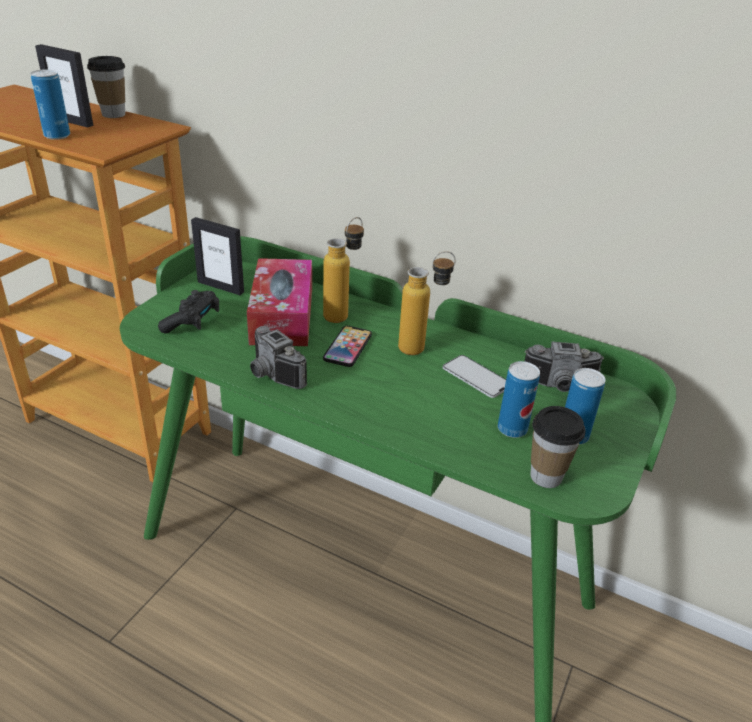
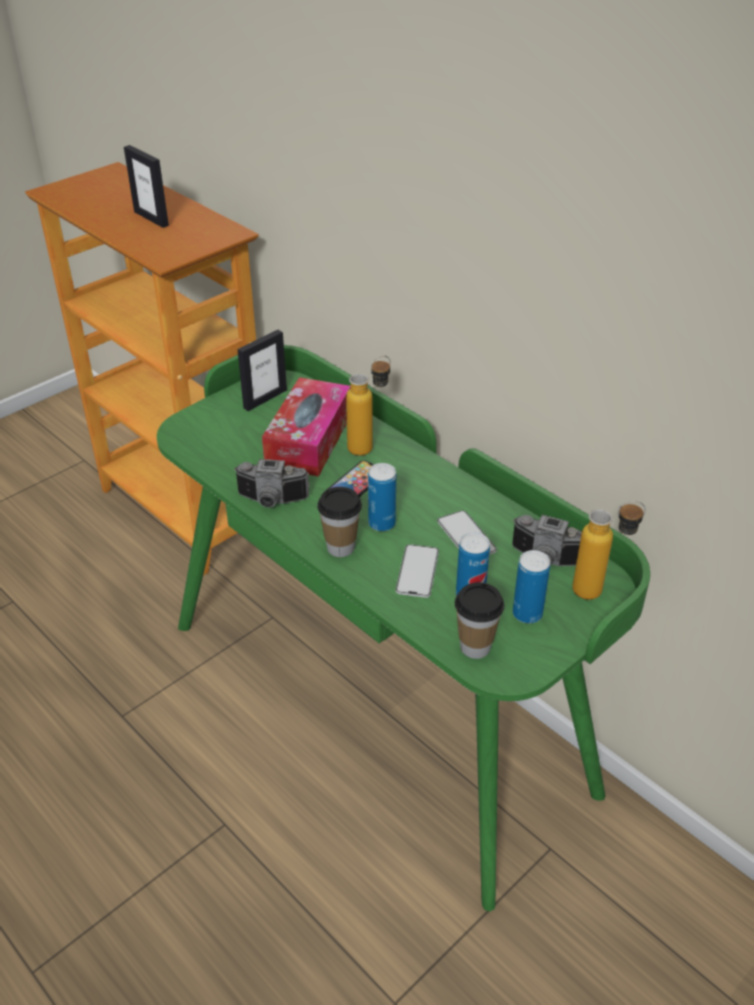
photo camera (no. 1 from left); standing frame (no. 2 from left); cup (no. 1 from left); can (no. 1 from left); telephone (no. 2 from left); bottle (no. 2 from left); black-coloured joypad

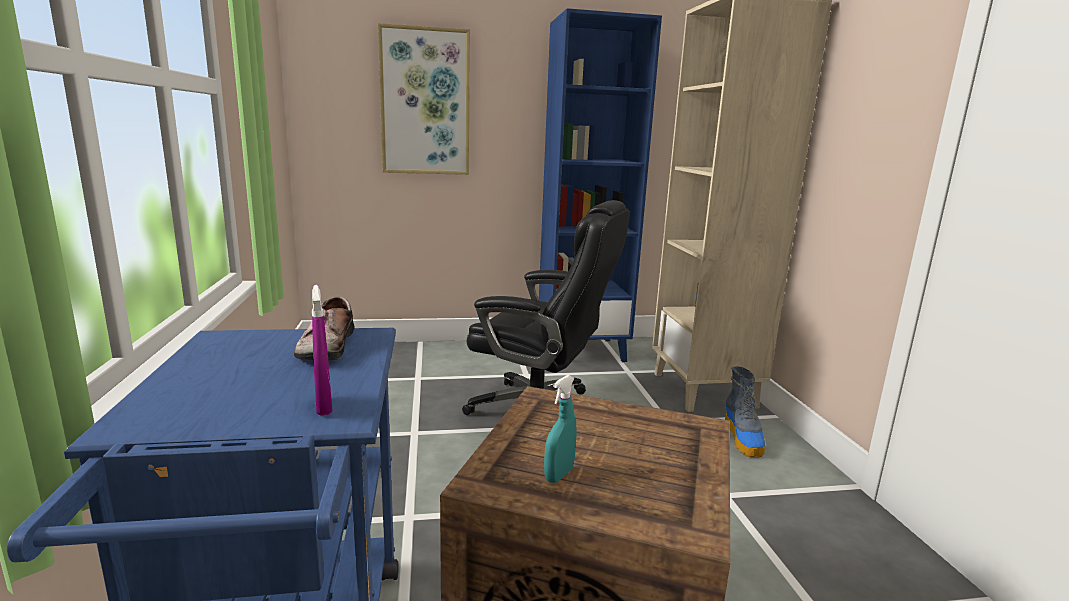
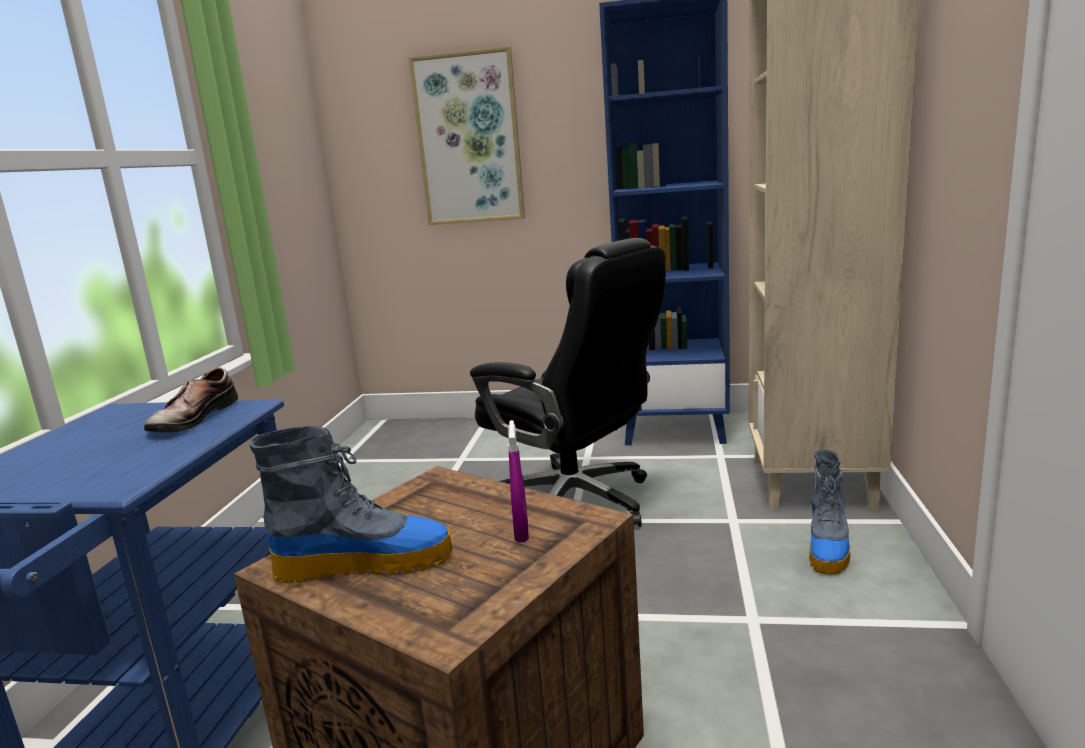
high-top boot (no. 1 from left); purple-coloured sprayer

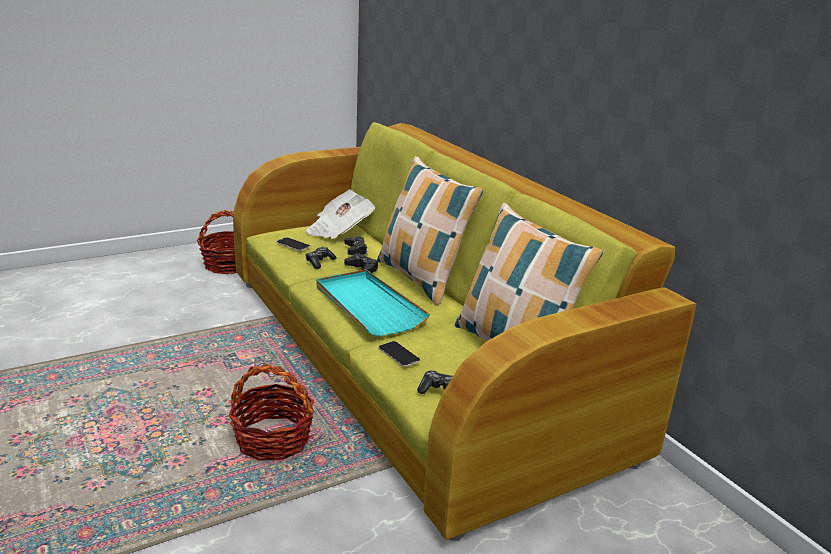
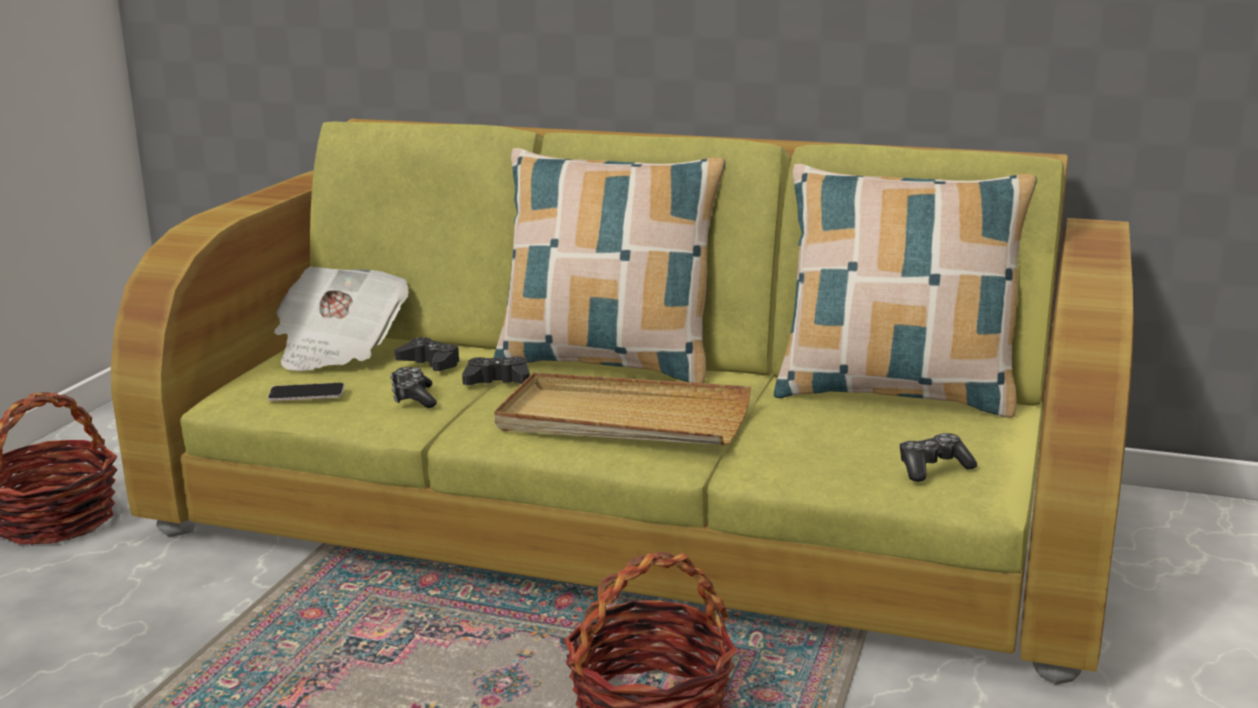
beige-coloured tray; telephone (no. 2 from left in the first image)

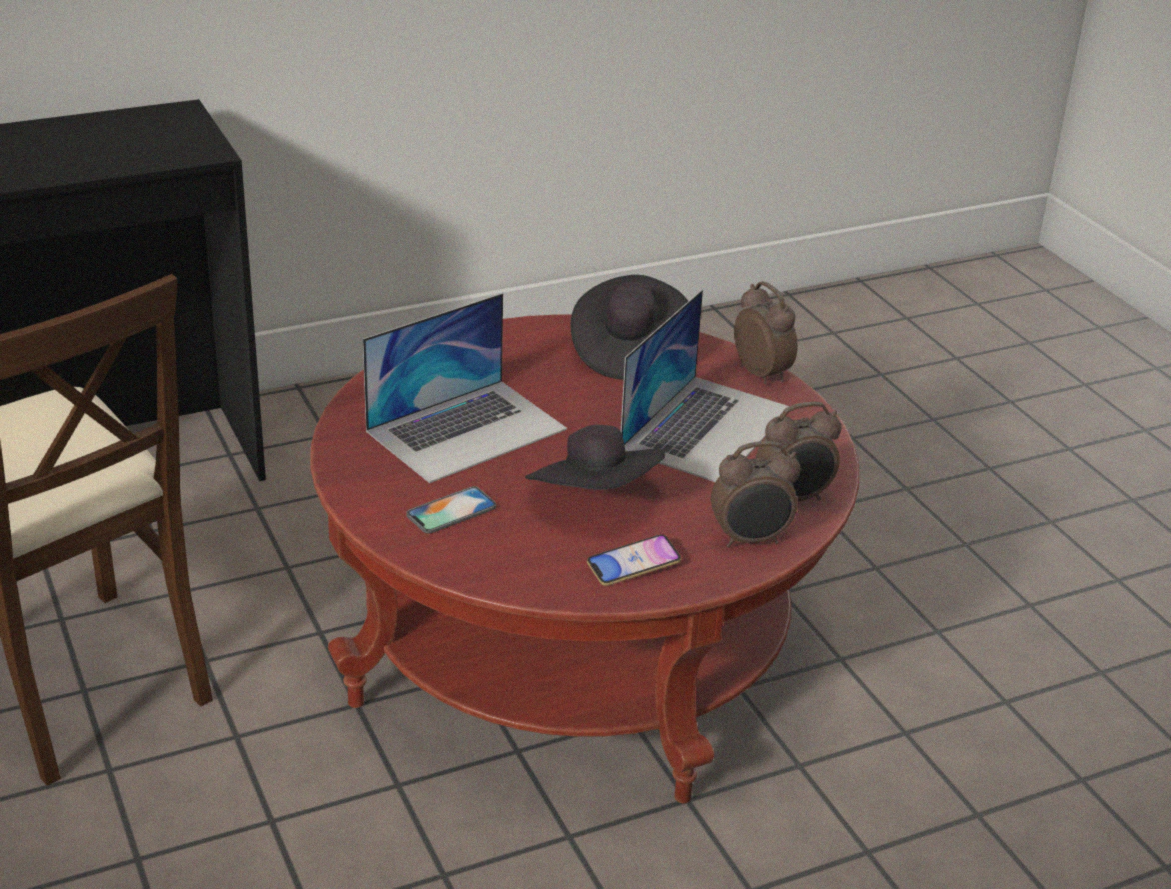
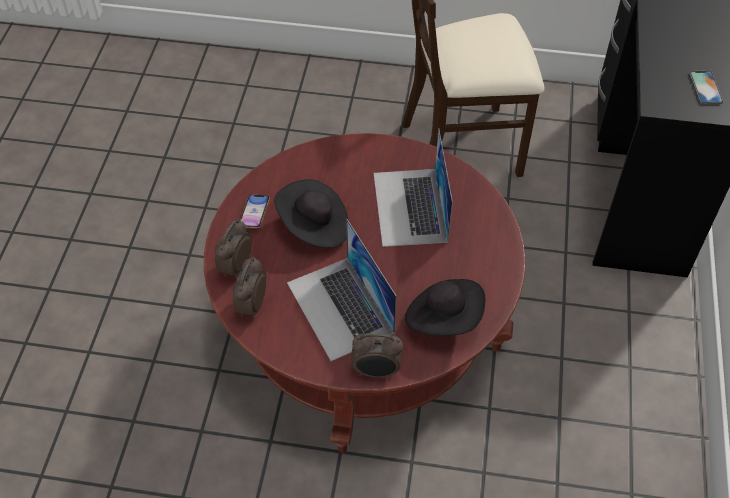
telephone (no. 2 from left)

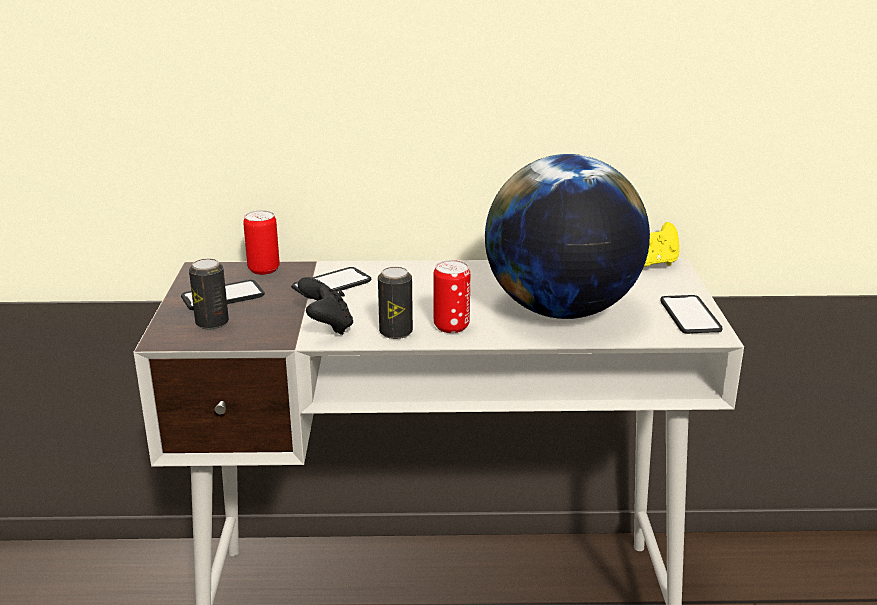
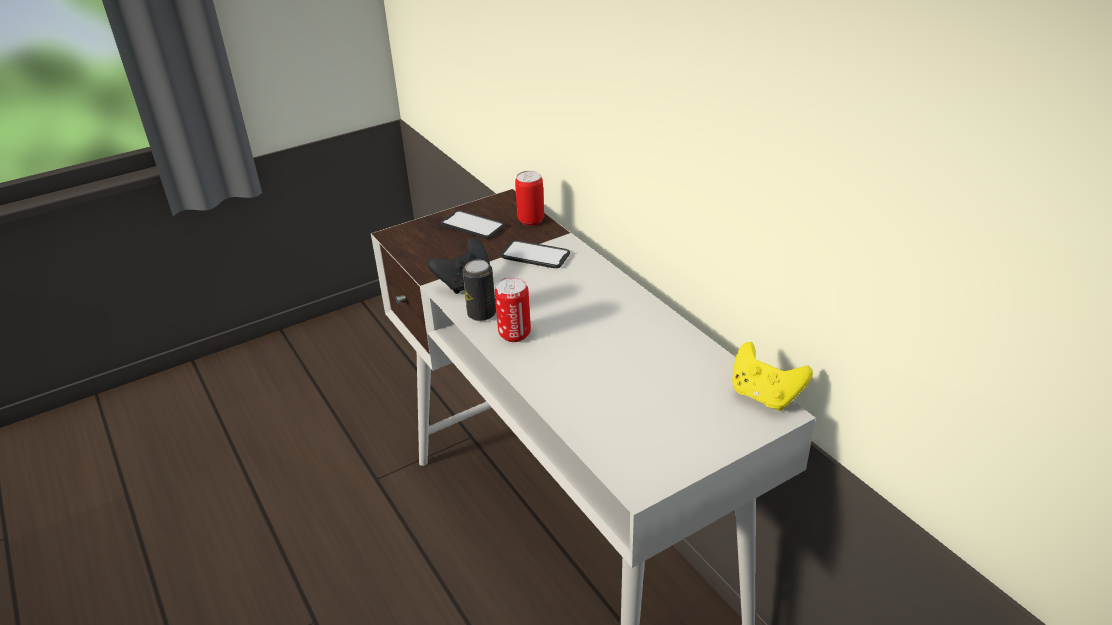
can (no. 1 from left in the first image); desk globe; telephone (no. 3 from left in the first image)

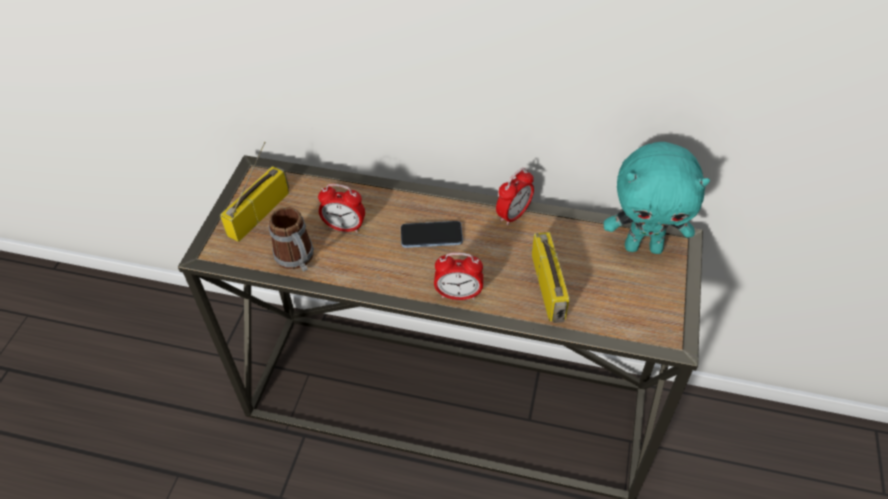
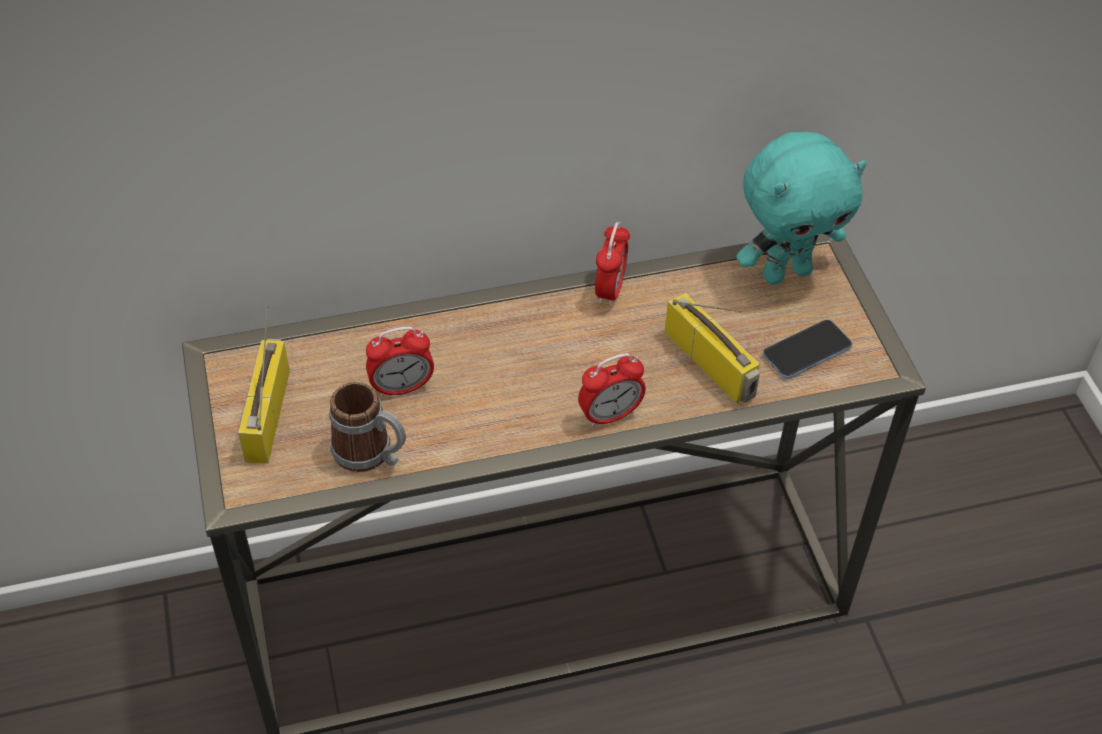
telephone

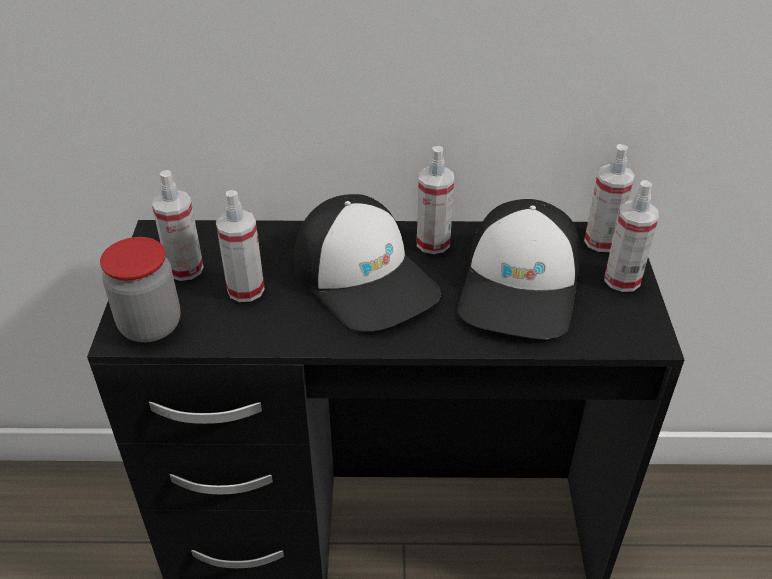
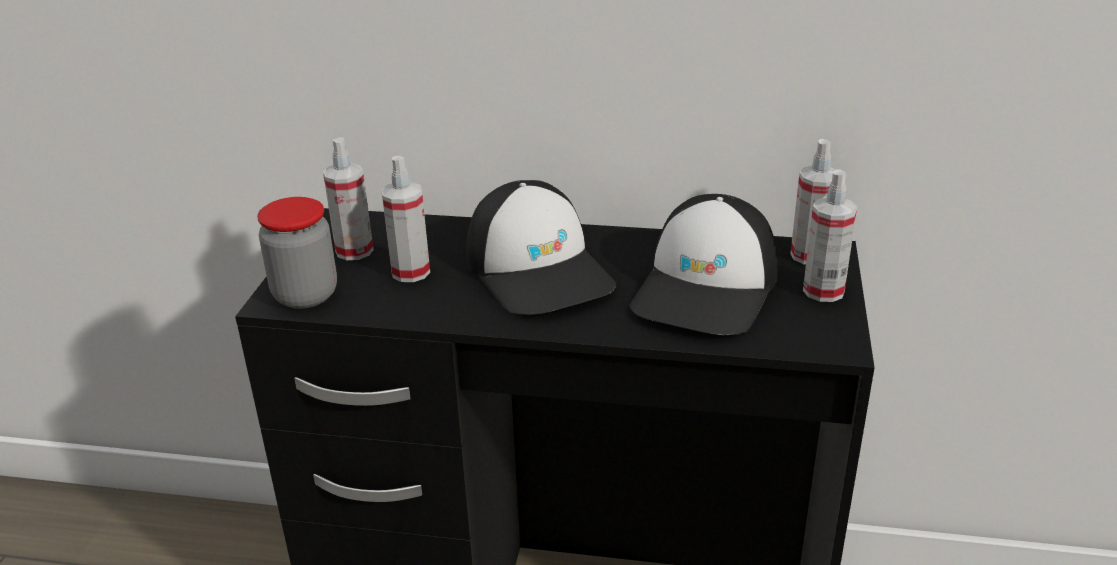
sprayer (no. 3 from left in the first image)

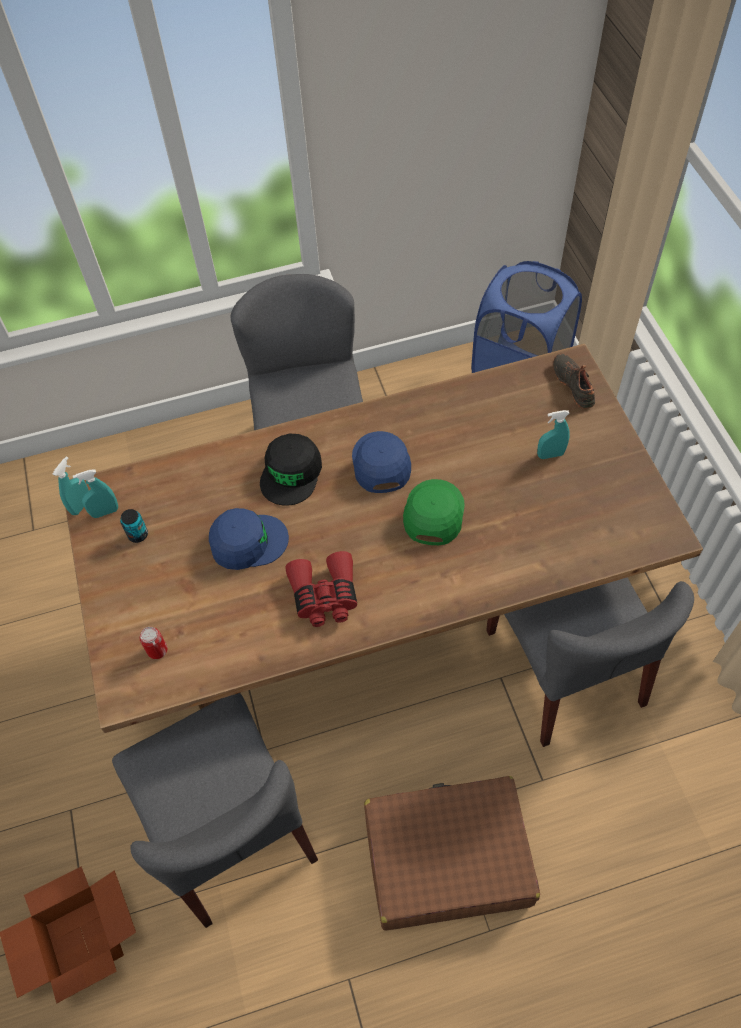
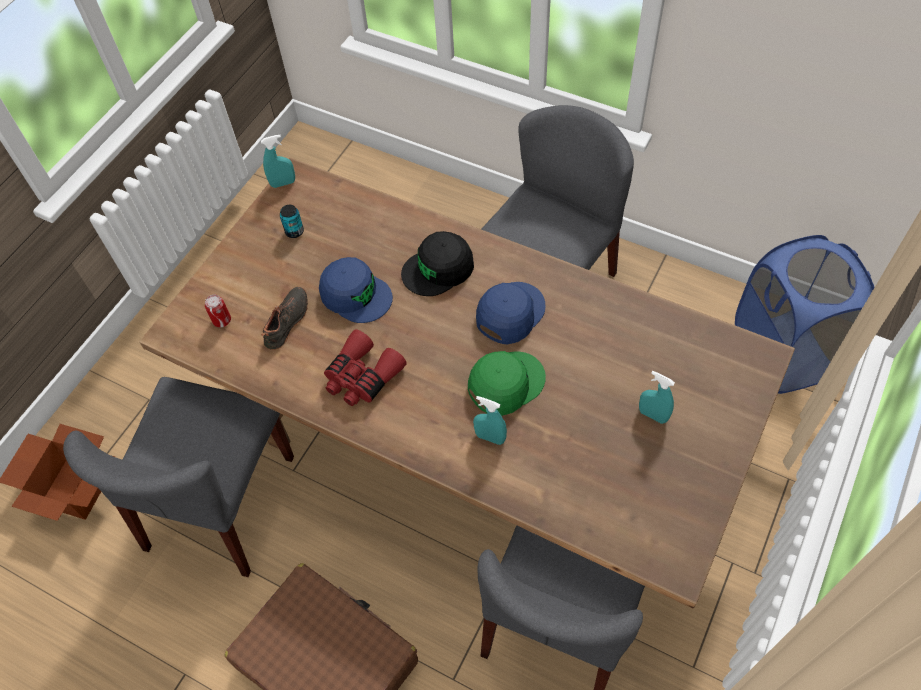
black-coloured shoe; turquoise-coloured sprayer (no. 2 from left)

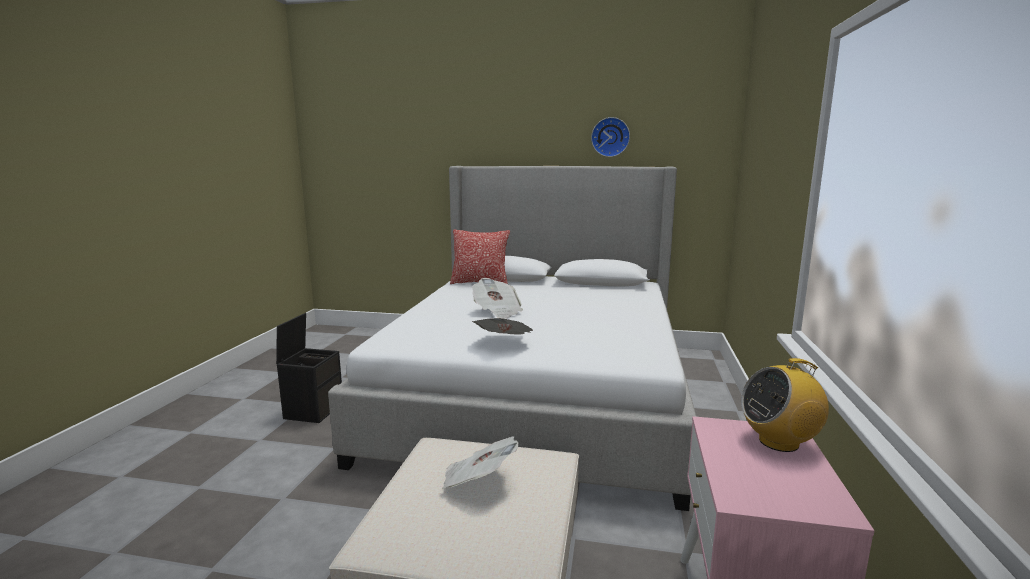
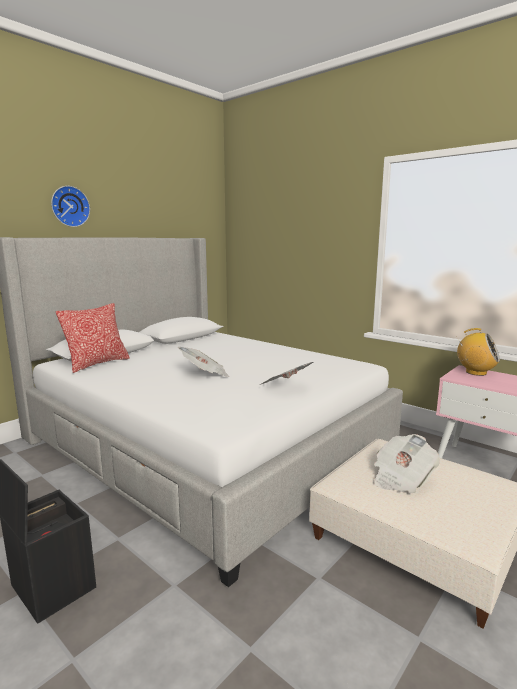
clock on the wall; radio receiver

